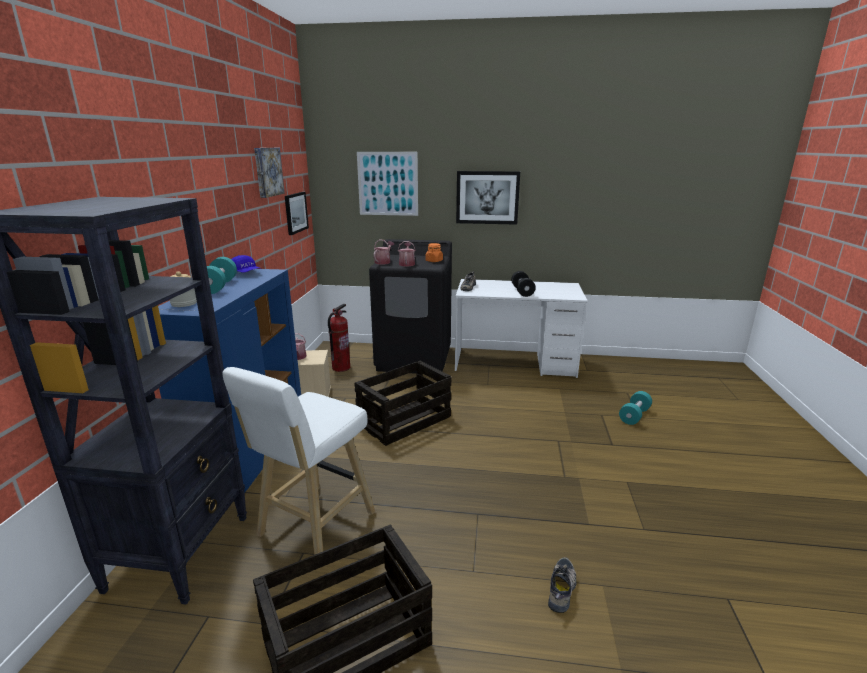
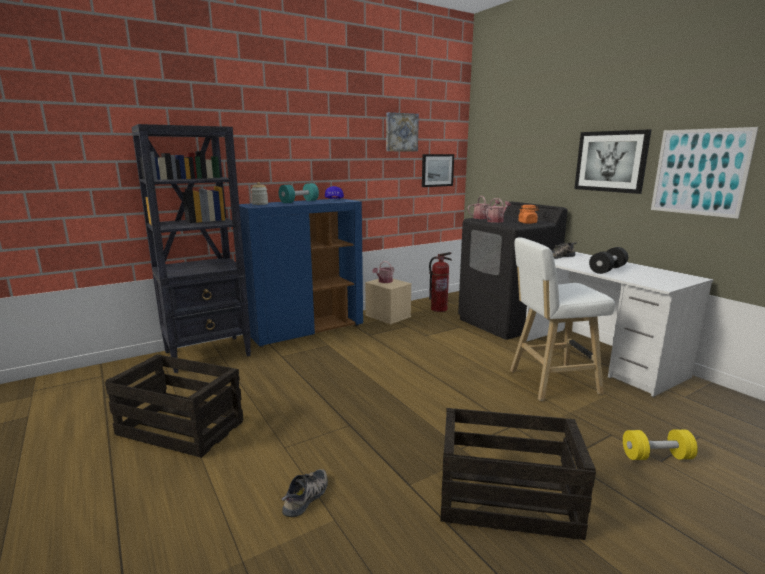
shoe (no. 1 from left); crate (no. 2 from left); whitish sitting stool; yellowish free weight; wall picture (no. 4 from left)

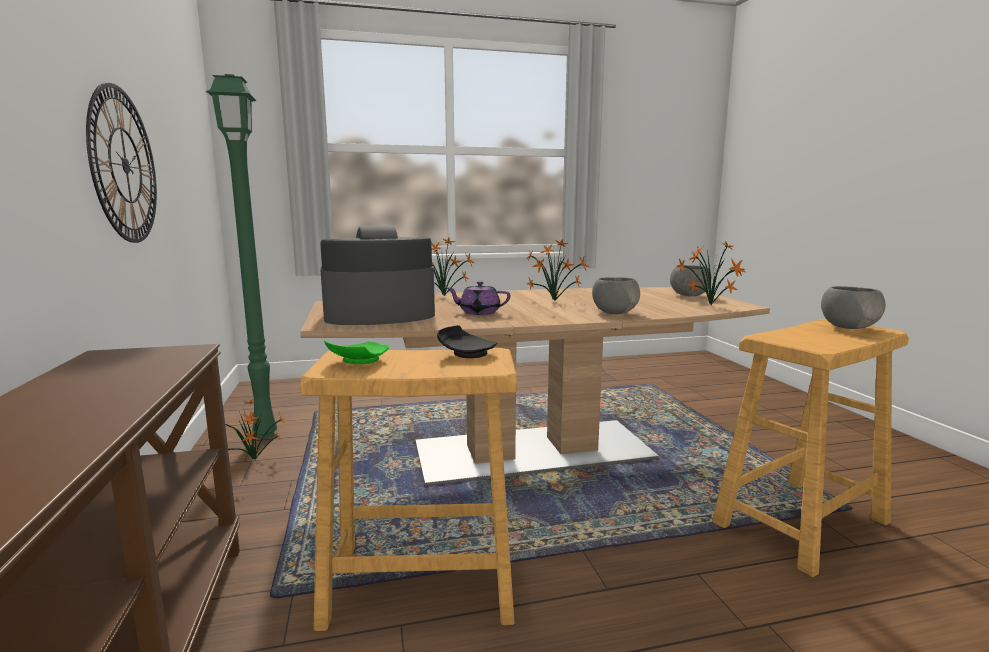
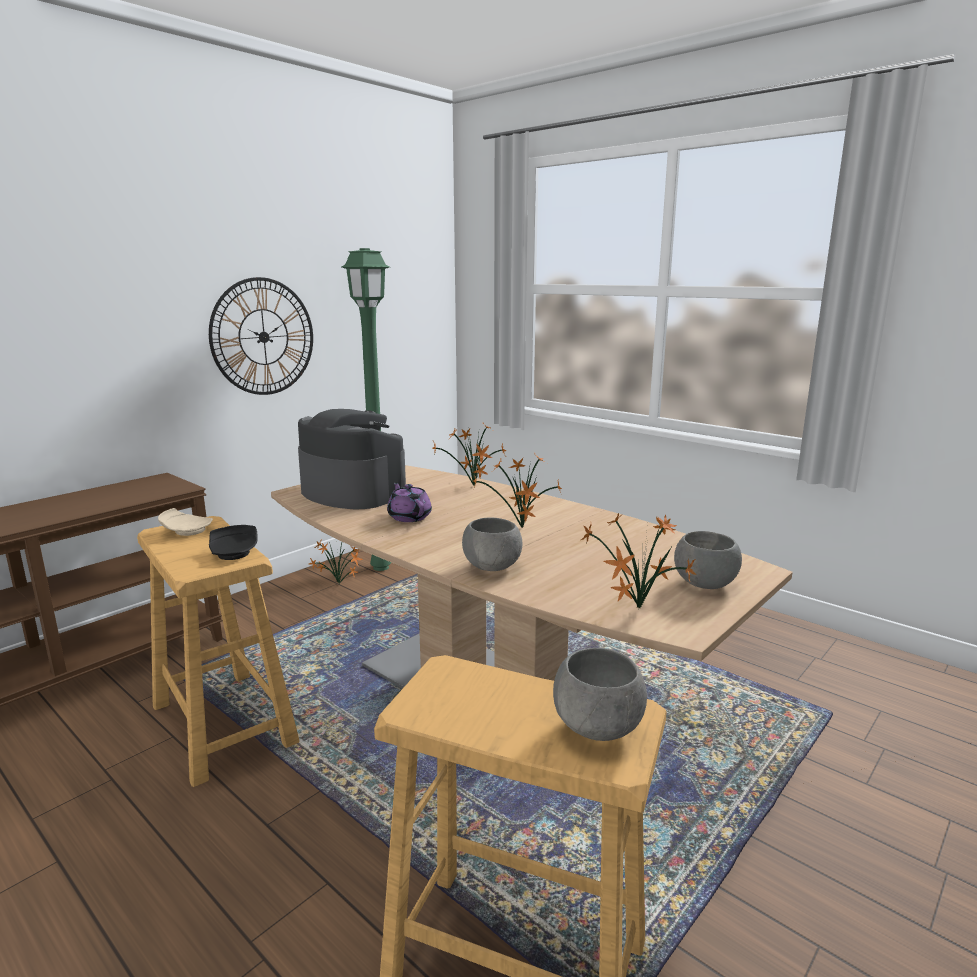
beige-coloured flat dish

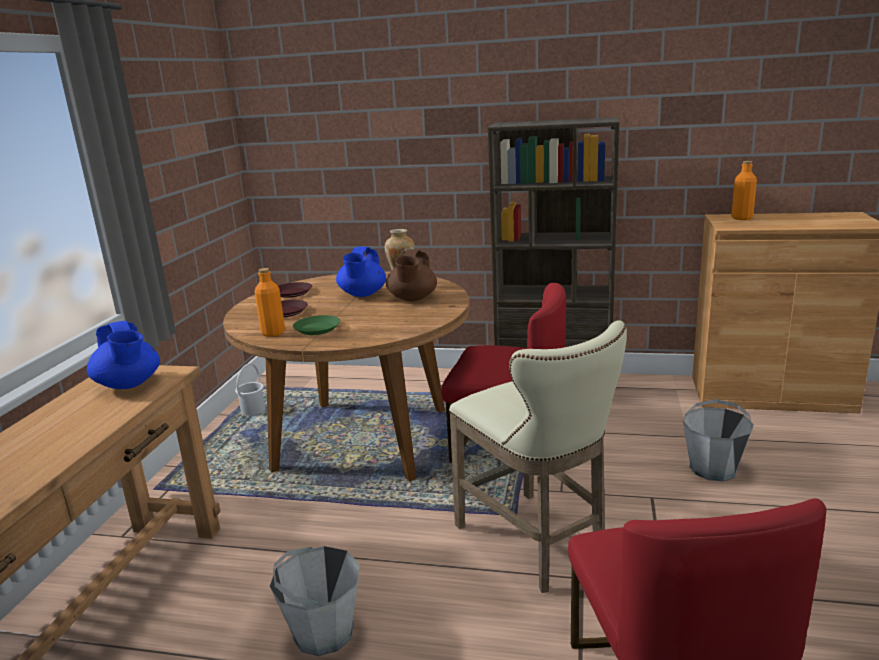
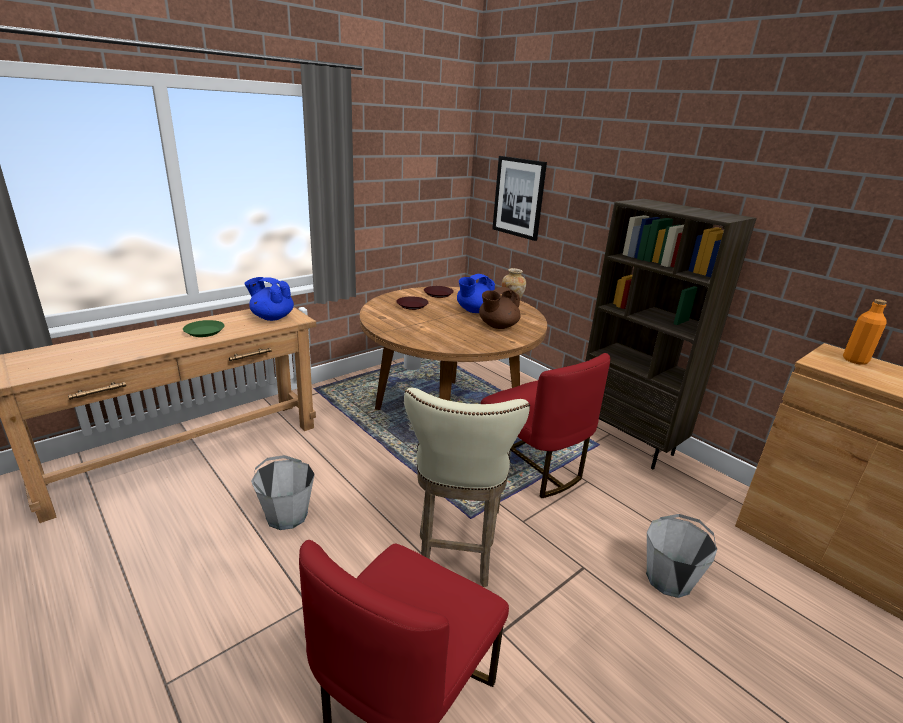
greenish flat dish; blue teapot (no. 1 from left); wall picture; orange-coloured bottle (no. 1 from left in the first image)

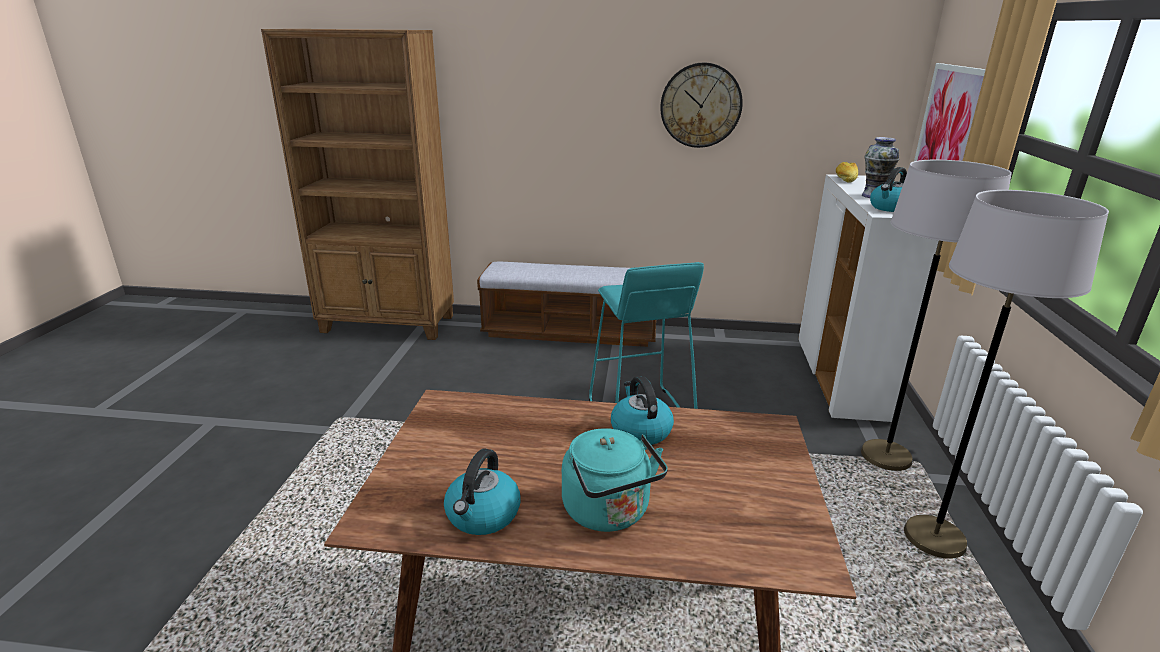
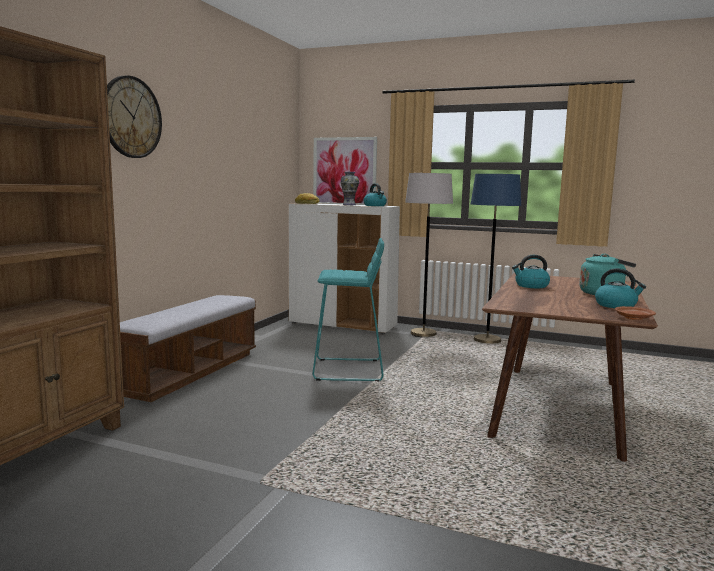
clock on the wall; blue standard lamp; brown flat dish

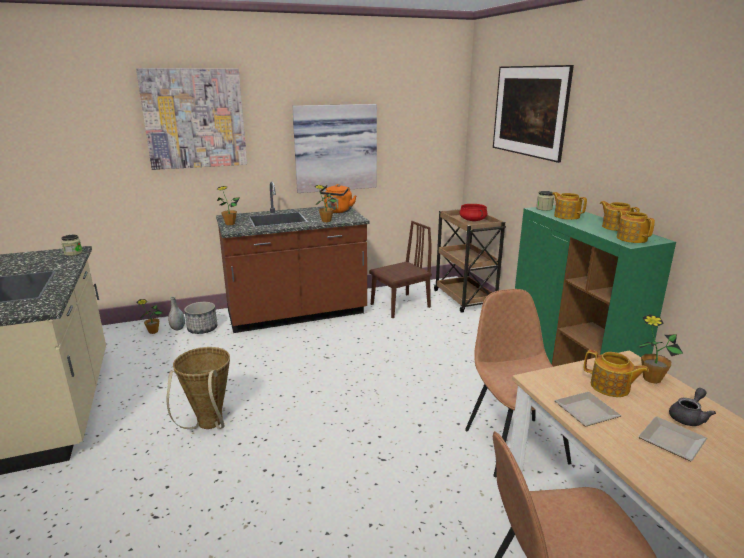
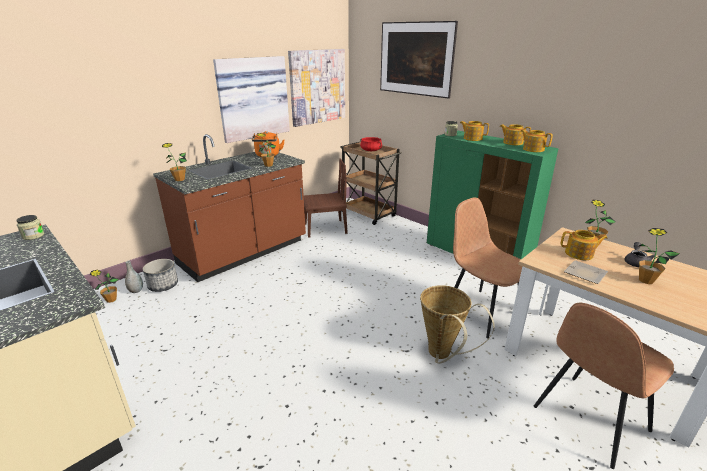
wall picture (no. 2 from left); brown chair (no. 1 from left); storage basket; houseplant (no. 5 from left)

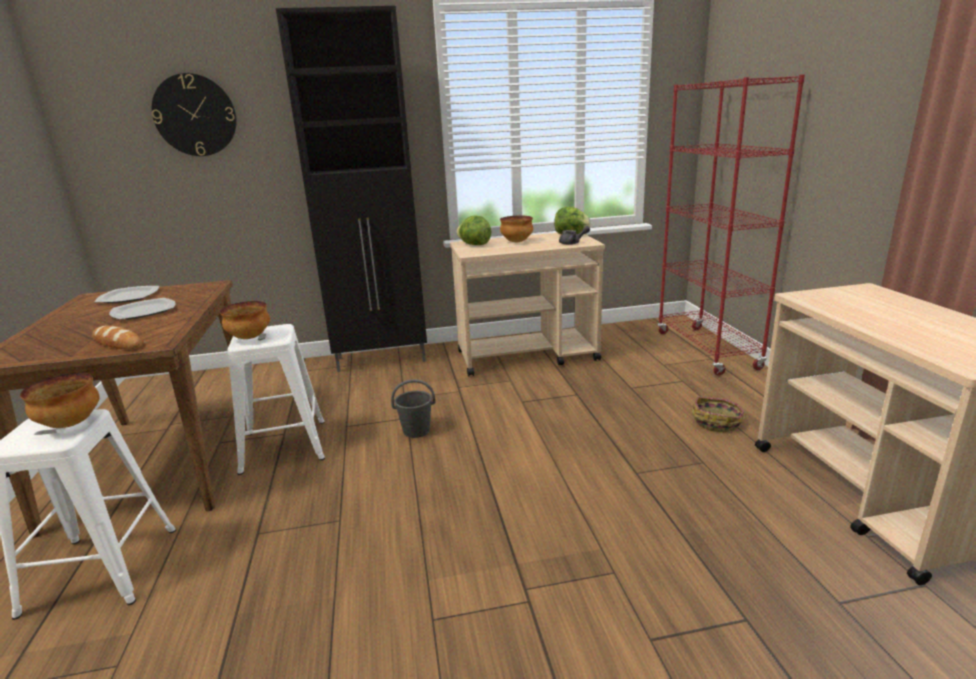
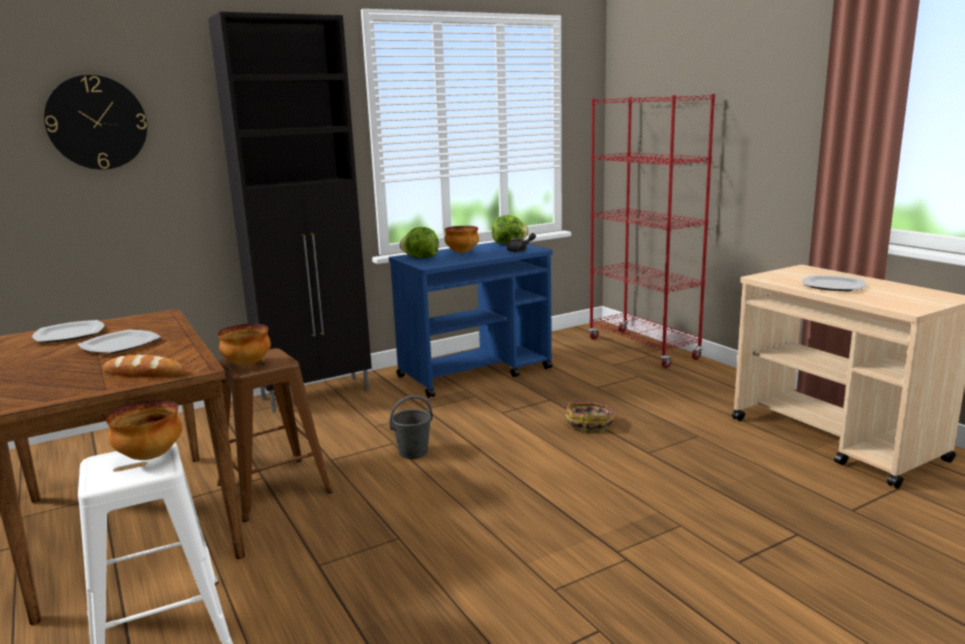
brown sitting stool; blue wheeled cart; storage basket; flat dish (no. 3 from left)

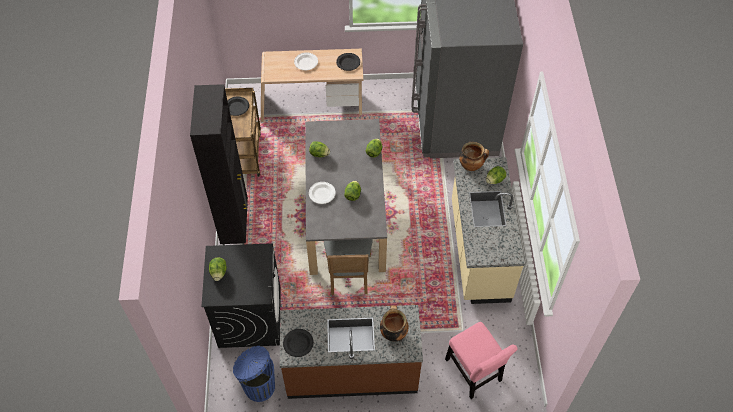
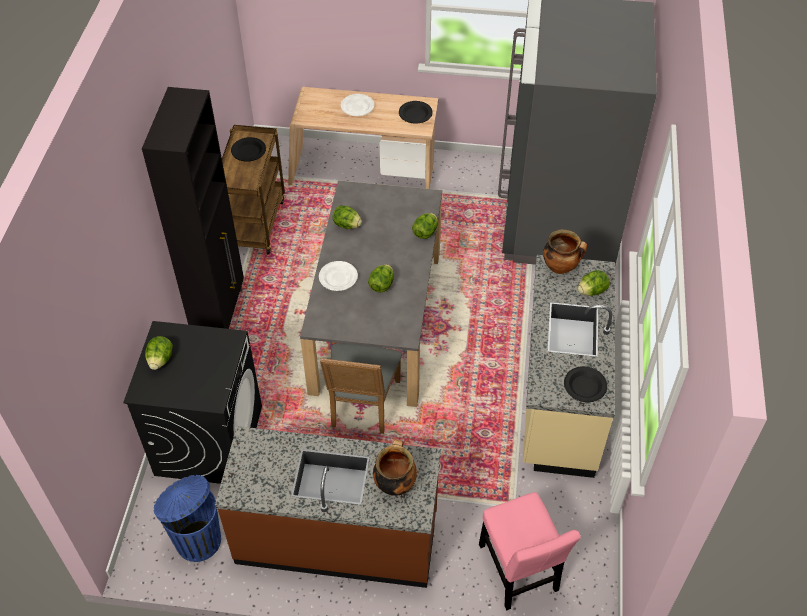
black-coloured flat dish (no. 3 from left)

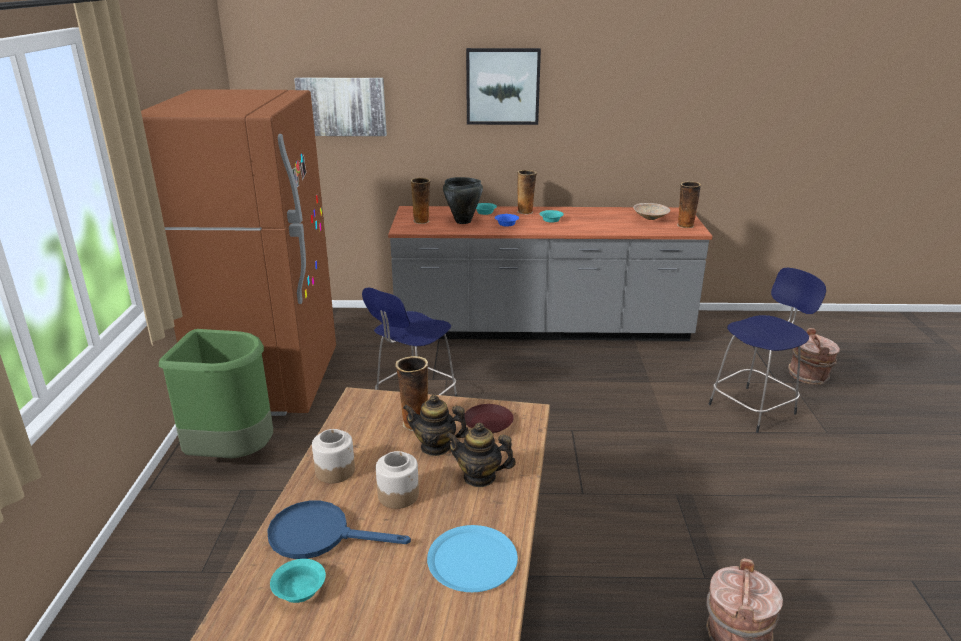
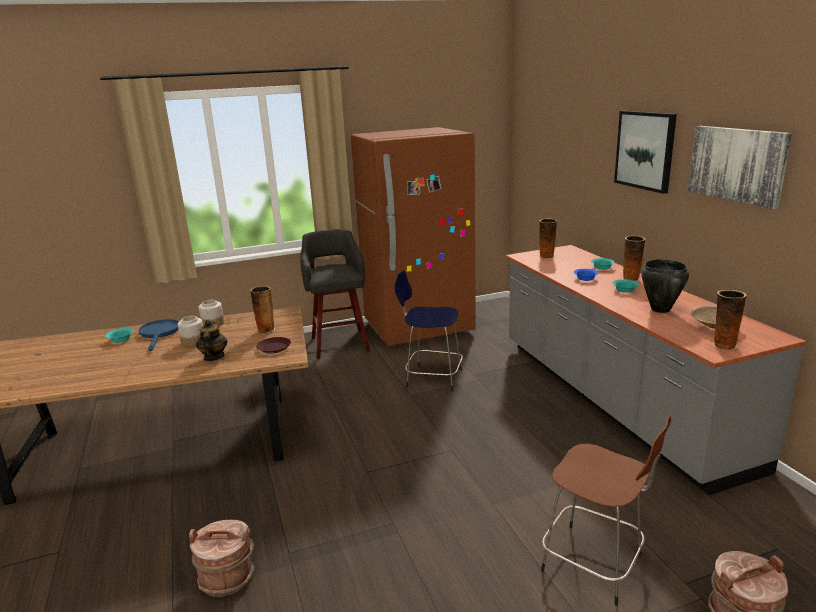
greyish sitting stool; brown sitting stool; black-coloured saucepot; wall picture (no. 2 from left); teapot (no. 1 from left in the first image); blue flat dish

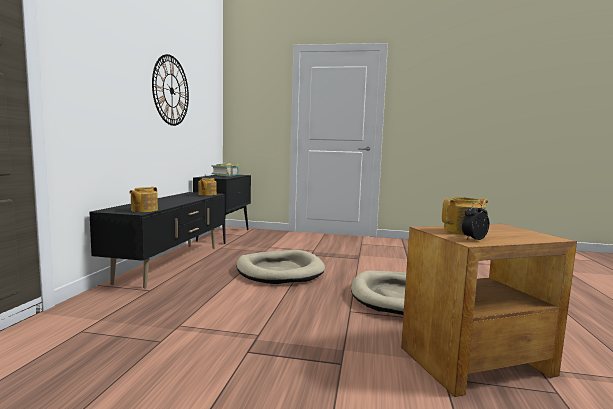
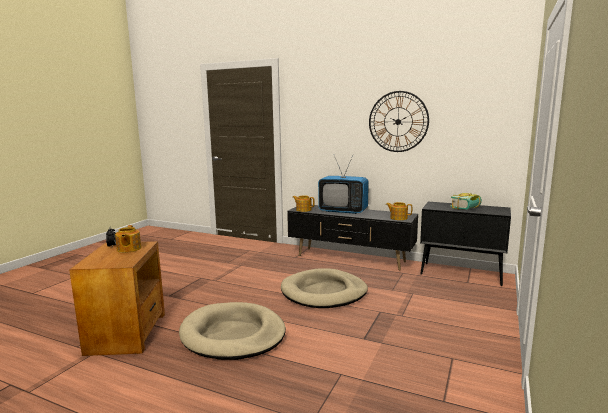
television

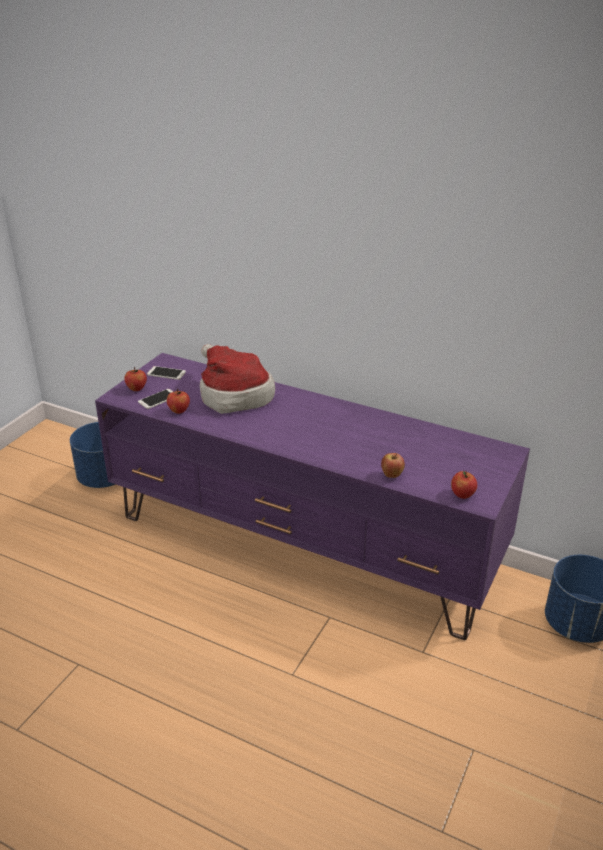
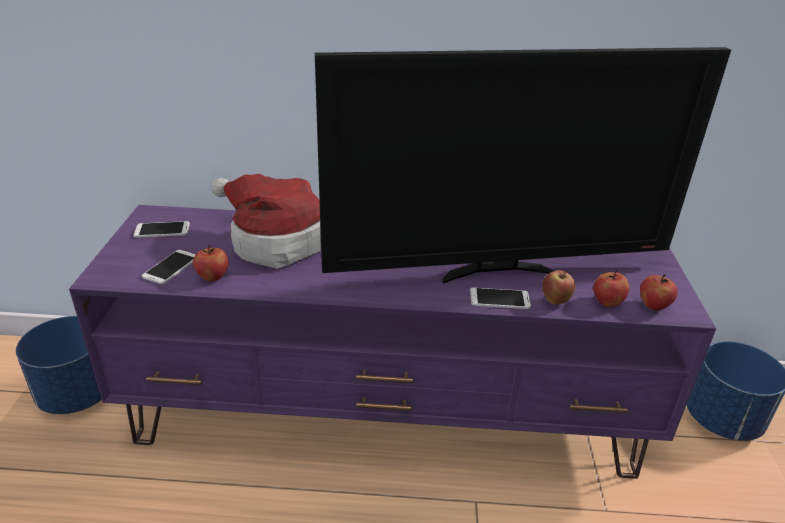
television; telephone (no. 3 from left); apple fruit (no. 3 from left)

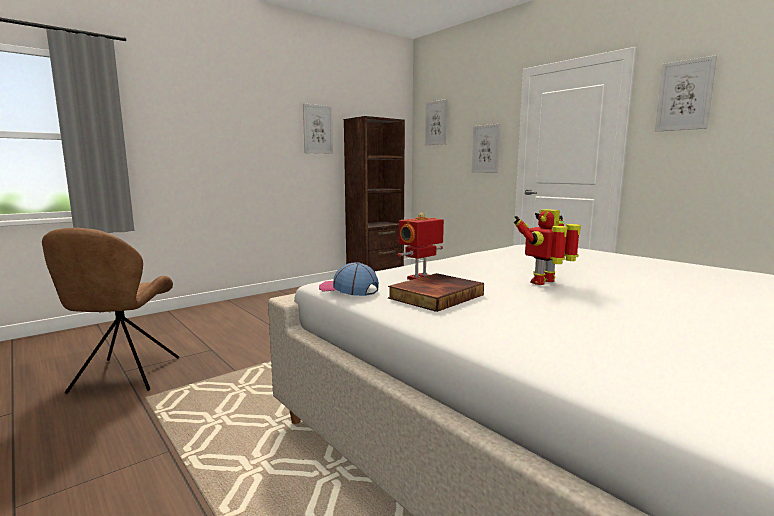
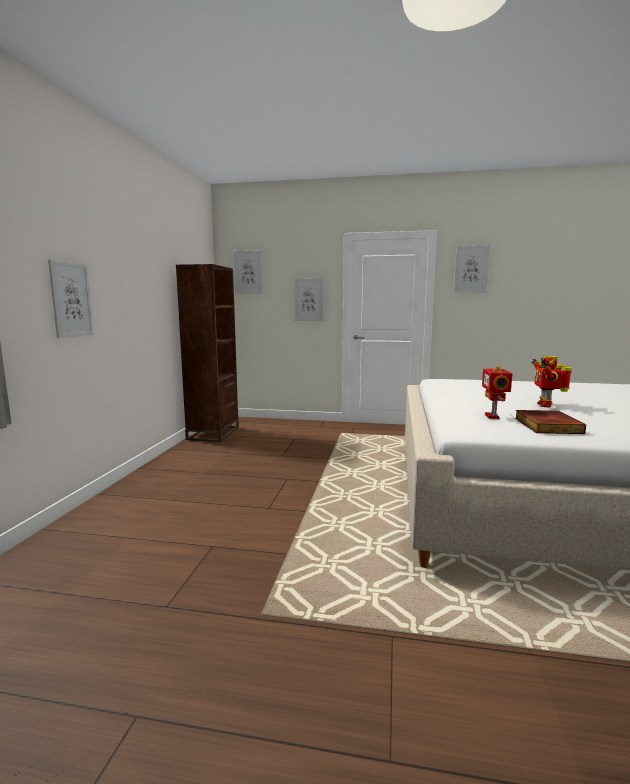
wall picture (no. 1 from left); brown chair; baseball cap

